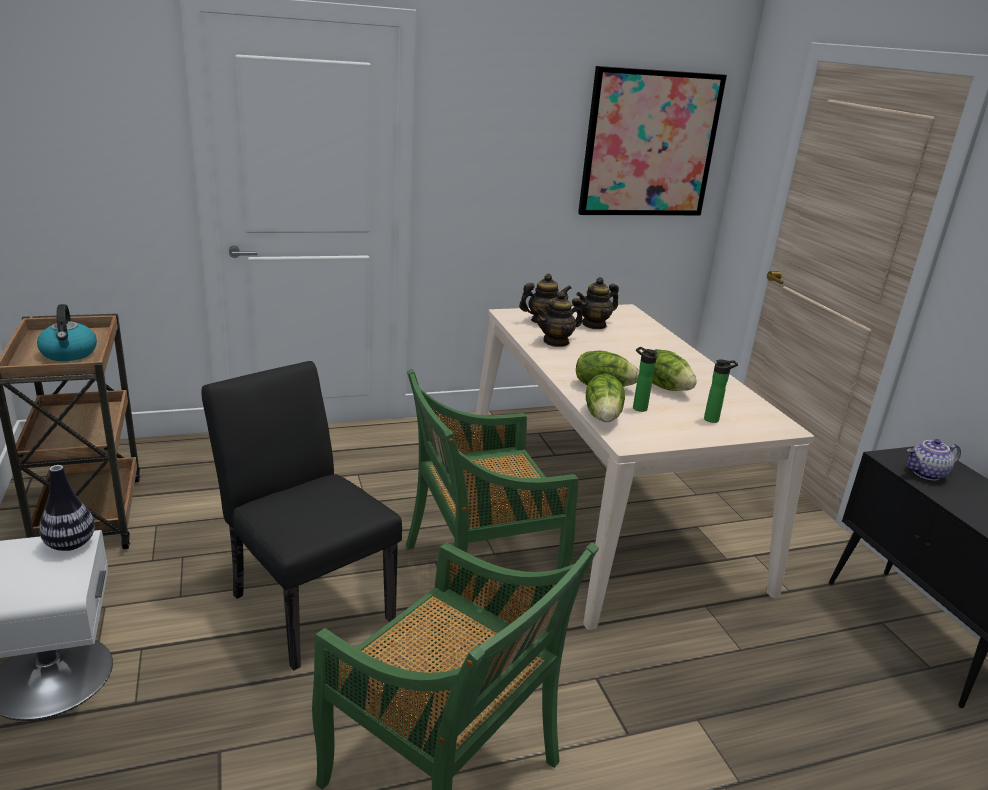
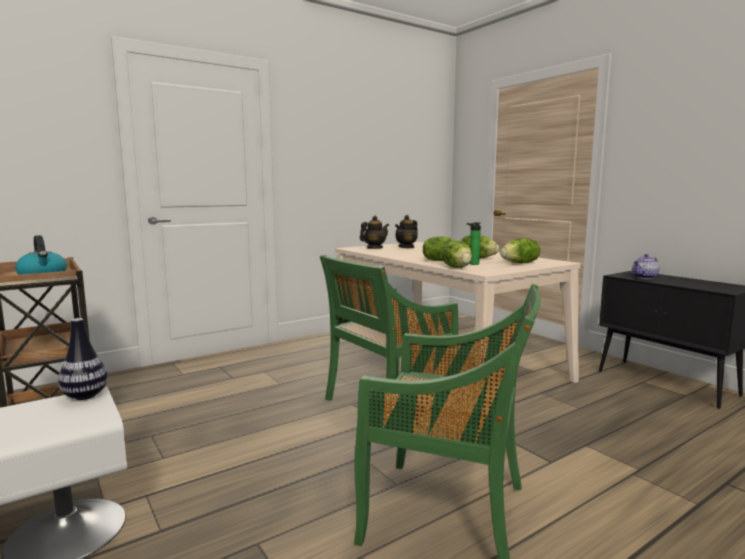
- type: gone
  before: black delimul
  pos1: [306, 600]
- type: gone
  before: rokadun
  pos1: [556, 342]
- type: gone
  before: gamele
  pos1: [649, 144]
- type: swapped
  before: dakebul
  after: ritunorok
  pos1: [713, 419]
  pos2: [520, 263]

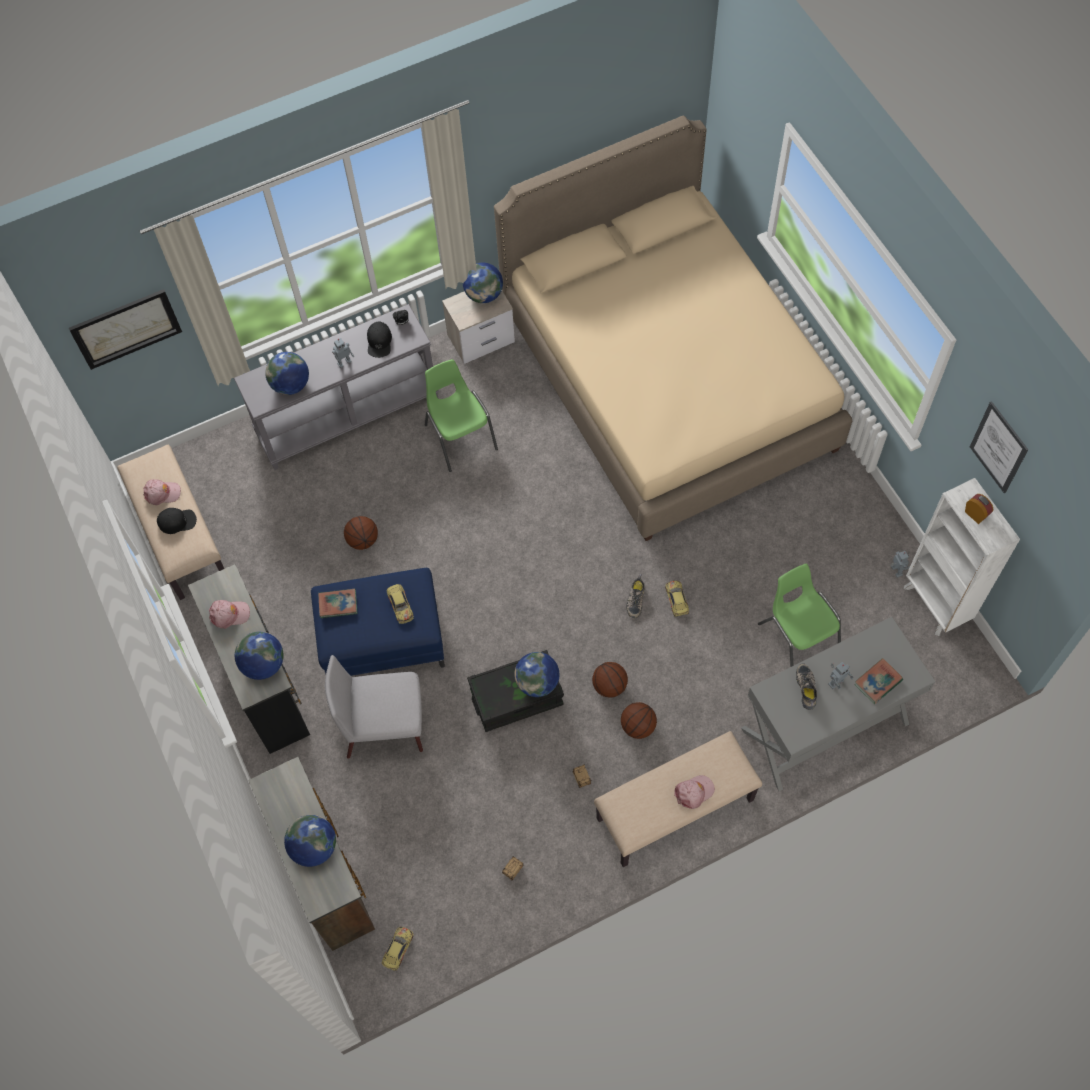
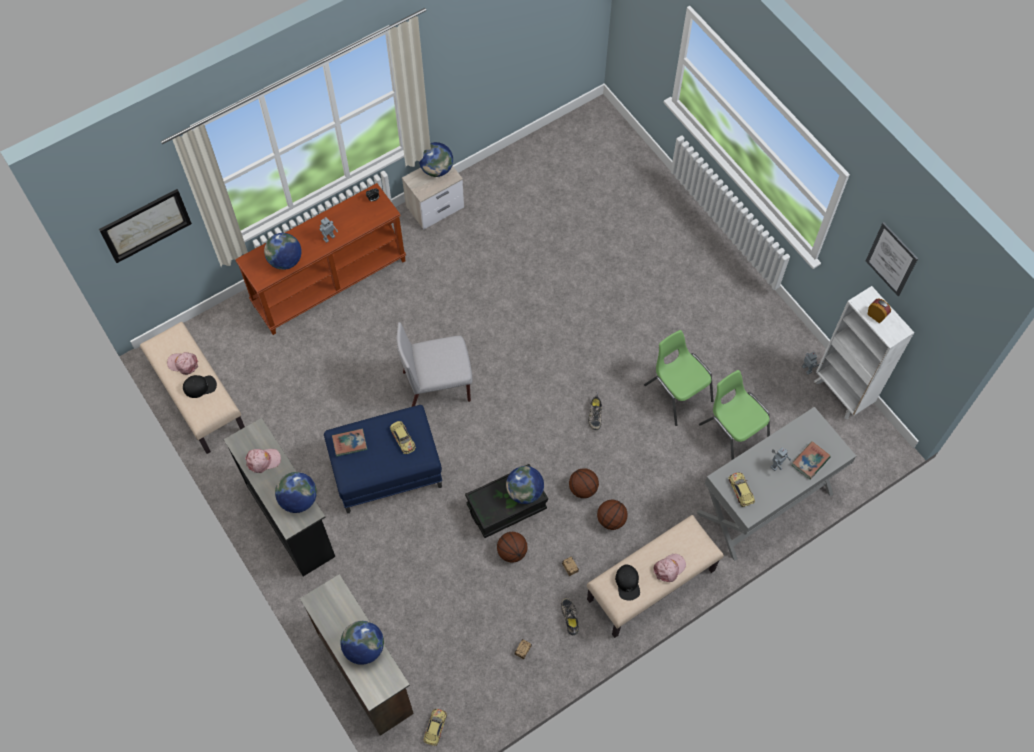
- type: gone
  before: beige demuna
  pos1: [667, 380]
- type: shifted
  before: grey delimul
  pos1: [386, 727]
  pos2: [438, 386]
- type: shifted
  before: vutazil
  pos1: [362, 540]
  pos2: [511, 551]
- type: shifted
  before: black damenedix
  pos1: [379, 342]
  pos2: [627, 583]
- type: shifted
  before: green delimul
  pos1: [460, 436]
  pos2: [677, 392]
- type: shifted
  before: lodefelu
  pos1: [676, 599]
  pos2: [741, 490]
- type: shifted
  before: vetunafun
  pos1: [807, 688]
  pos2: [570, 617]
- type: repainted
  before: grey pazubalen
  after: brown pazubalen
  pos1: [348, 414]
  pos2: [329, 281]
- type: rotated
  before: pink damenedix
  pos1: [162, 493]
  pos2: [183, 364]
  turn: -150

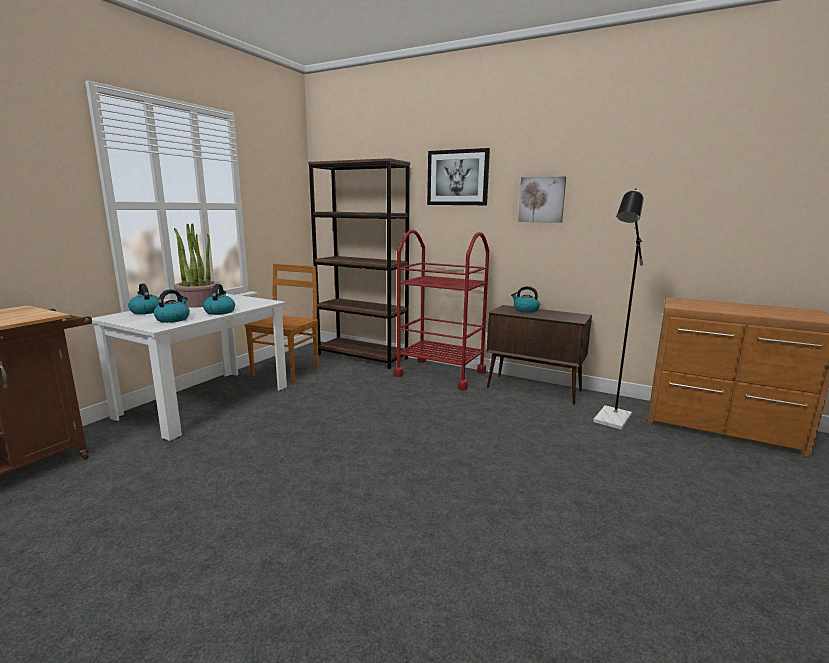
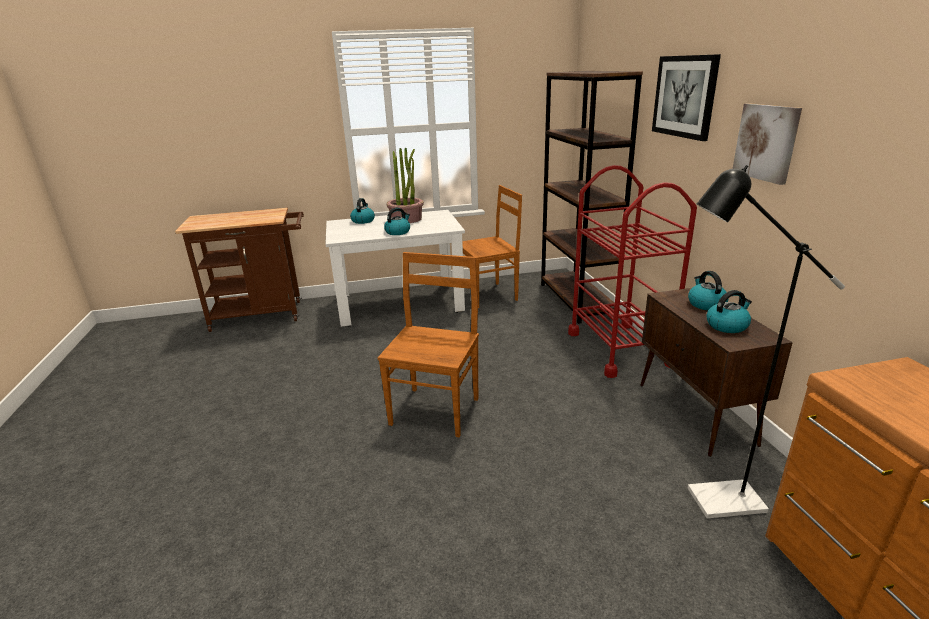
- type: new
  after: brown delimul
  pos2: [436, 410]
- type: shifted
  before: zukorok
  pos1: [173, 319]
  pos2: [727, 325]

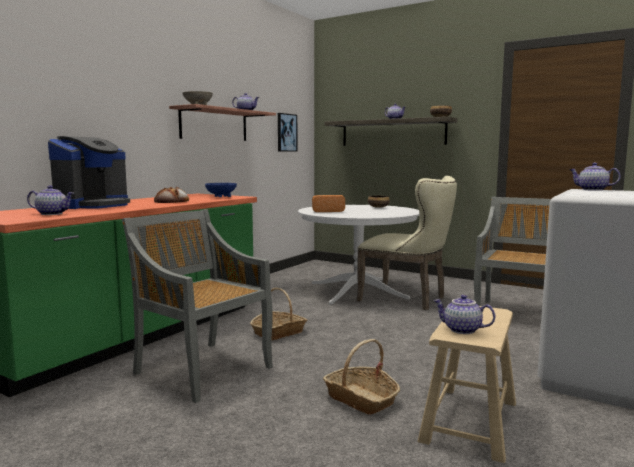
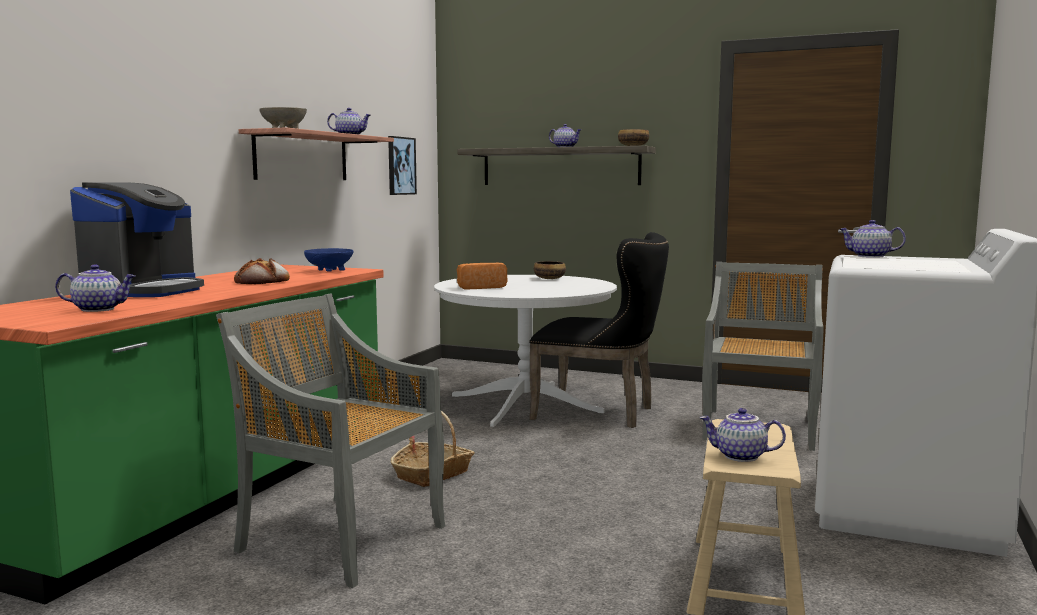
- type: gone
  before: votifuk
  pos1: [361, 399]
- type: repainted
  before: beige delimul
  after: black delimul
  pos1: [408, 299]
  pos2: [601, 413]

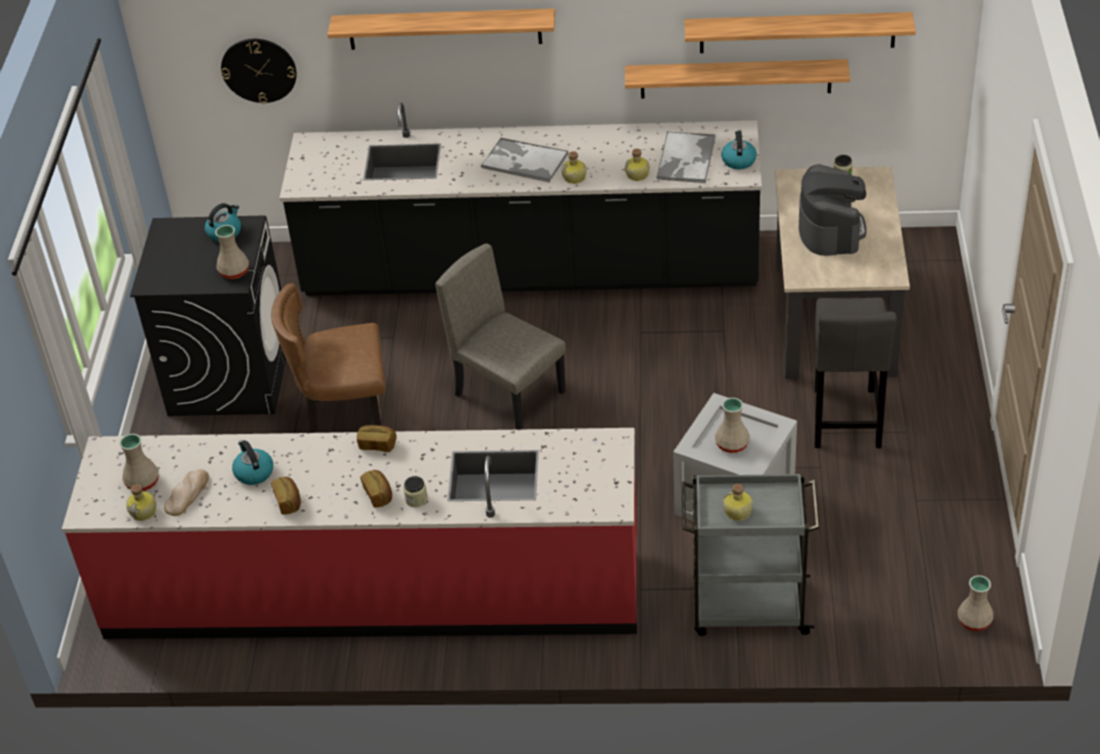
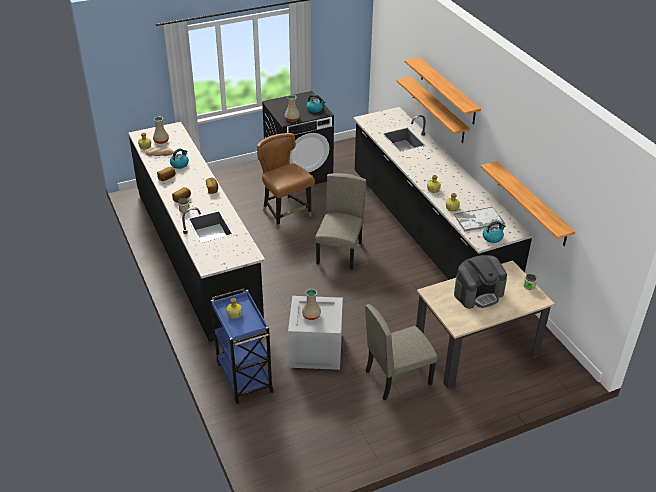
- type: gone
  before: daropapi
  pos1: [259, 70]
- type: gone
  before: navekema
  pos1: [524, 161]
- type: gone
  before: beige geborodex
  pos1: [975, 620]
- type: shifted
  before: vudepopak
  pos1: [797, 32]
  pos2: [438, 110]
- type: swapped
  before: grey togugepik
  after: beige delimul
  pos1: [845, 422]
  pos2: [397, 377]
- type: repainted
  before: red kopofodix
  after: black kopofodix
  pos1: [373, 590]
  pos2: [197, 253]
- type: repainted
  before: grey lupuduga
  after: blue lupuduga
  pos1: [747, 608]
  pos2: [244, 376]

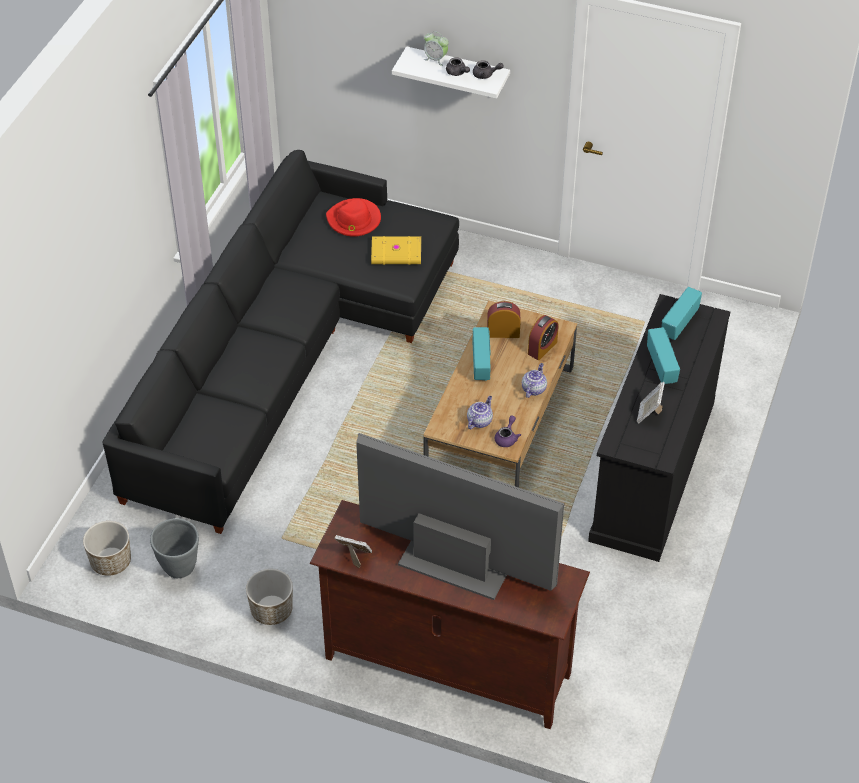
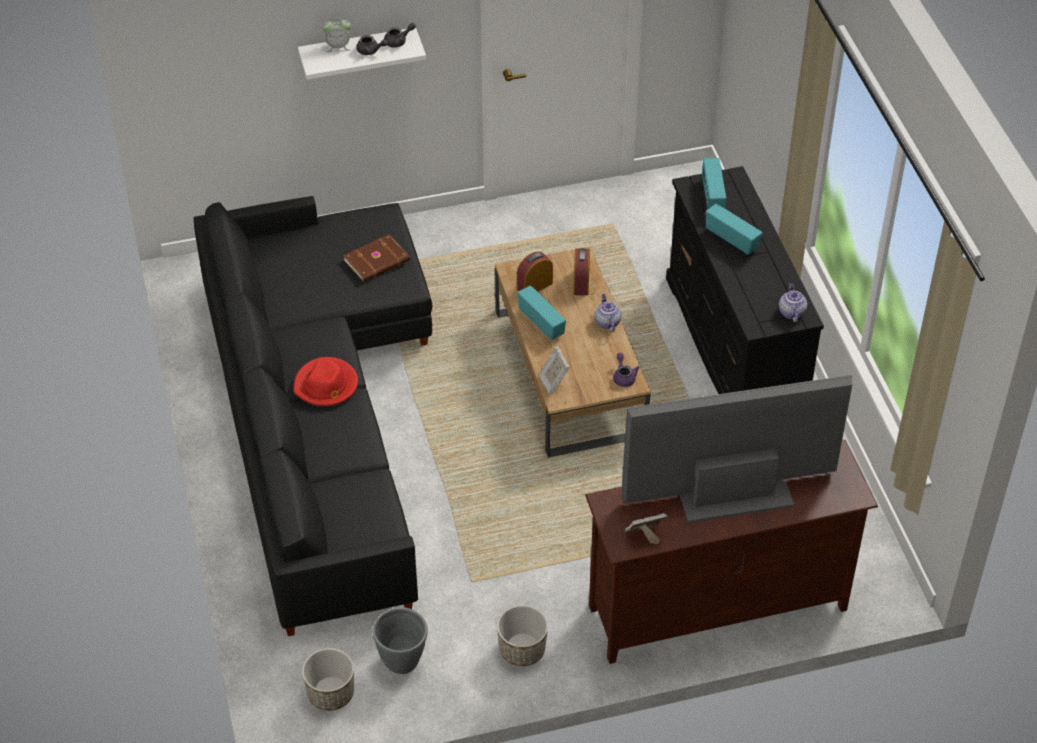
- type: shifted
  before: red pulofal
  pos1: [354, 220]
  pos2: [326, 385]
- type: shifted
  before: rokadun
  pos1: [479, 421]
  pos2: [791, 312]
- type: shifted
  before: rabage
  pos1: [649, 414]
  pos2: [553, 382]
- type: repainted
  before: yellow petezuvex
  after: brown petezuvex
  pos1: [396, 253]
  pos2: [377, 261]

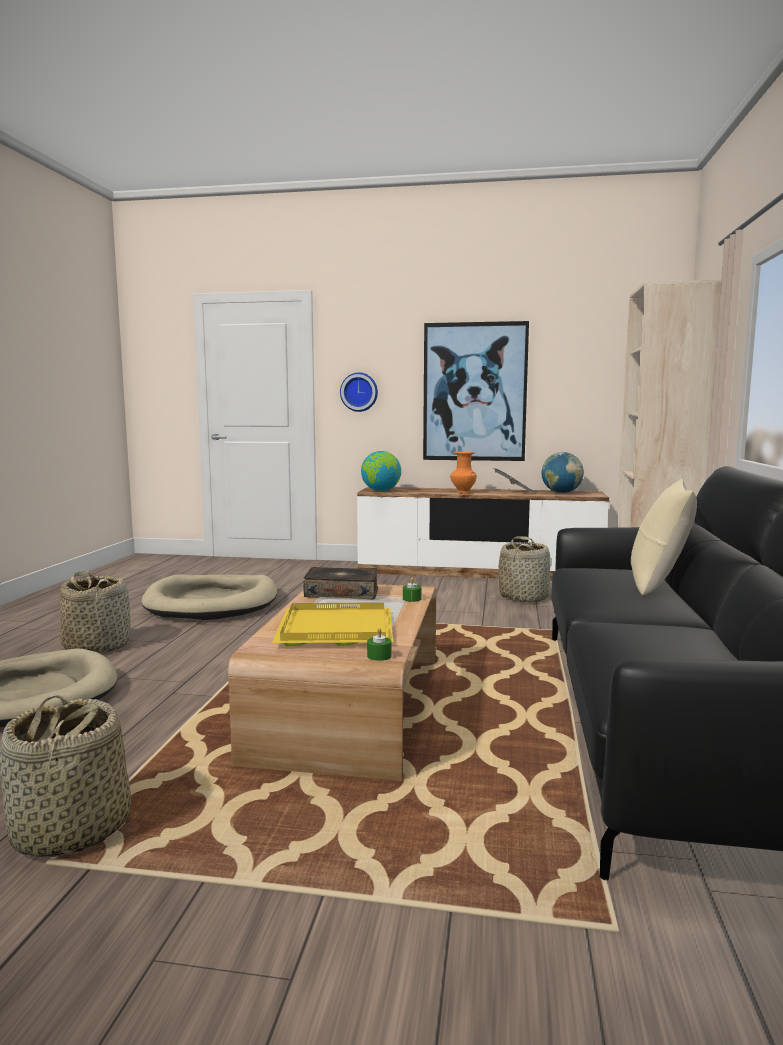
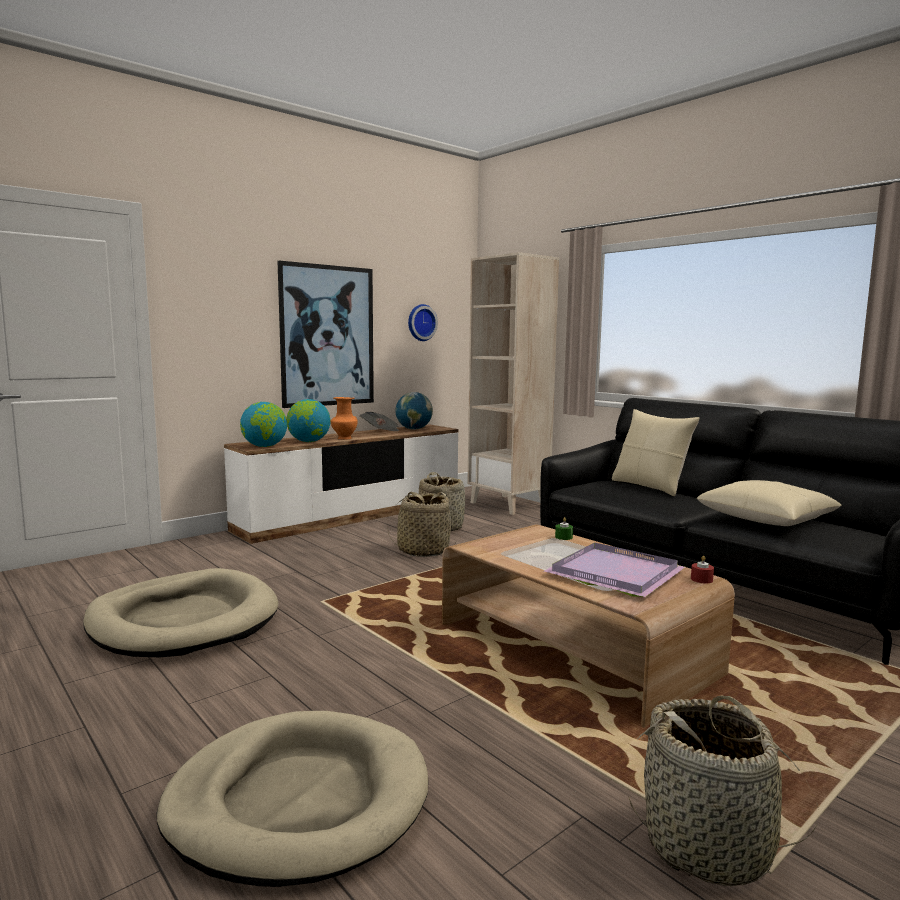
- type: gone
  before: petezuvex
  pos1: [342, 593]
- type: new
  after: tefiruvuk
  pos2: [308, 442]
- type: new
  after: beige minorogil
  pos2: [766, 518]
- type: shifted
  before: votifuk
  pos1: [97, 645]
  pos2: [423, 551]
- type: shifted
  before: daropapi
  pos1: [359, 392]
  pos2: [420, 322]
- type: repainted
  before: yellow navekema
  after: purple navekema
  pos1: [333, 629]
  pos2: [616, 574]
- type: repainted
  before: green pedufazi
  after: red pedufazi
  pos1: [379, 656]
  pos2: [701, 579]

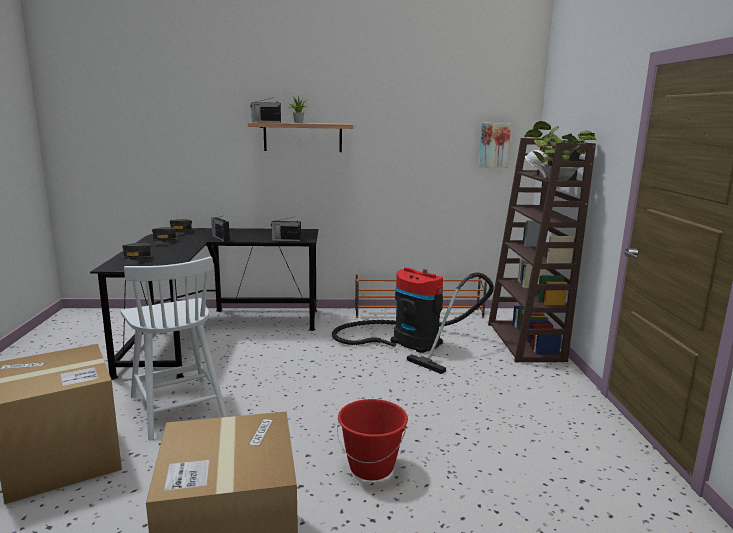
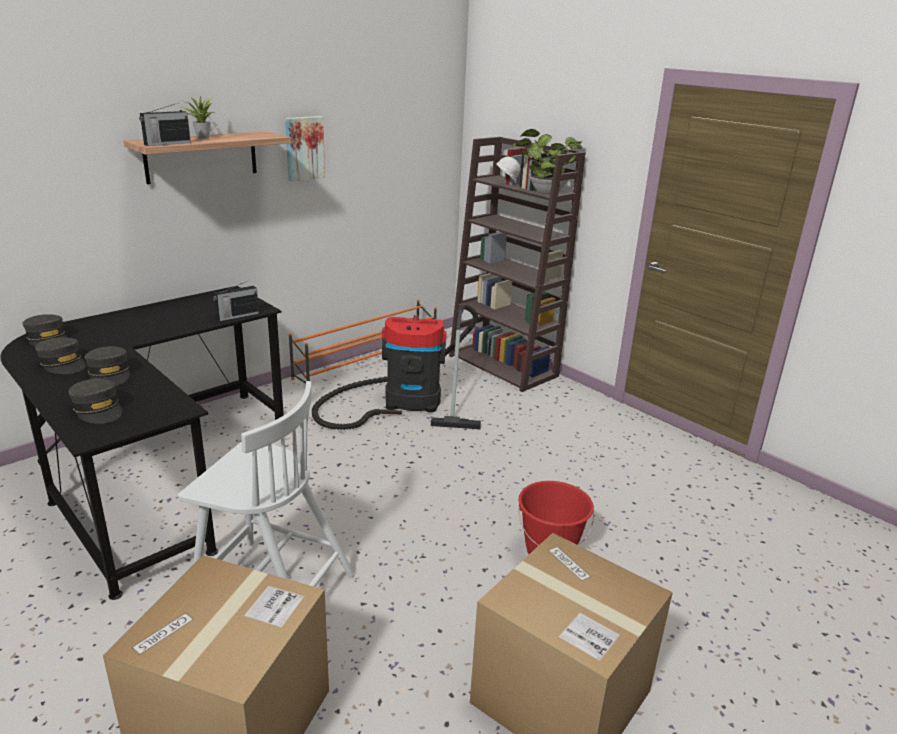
- type: gone
  before: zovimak
  pos1: [220, 238]
- type: new
  after: grey damenedix
  pos2: [110, 374]
- type: shifted
  before: gamele
  pos1: [494, 145]
  pos2: [304, 148]

